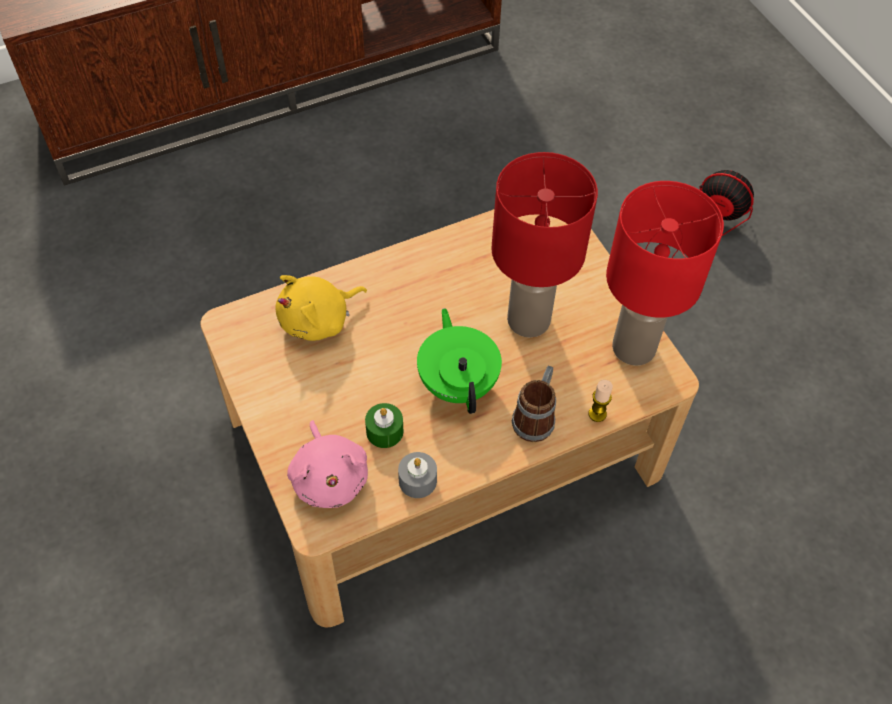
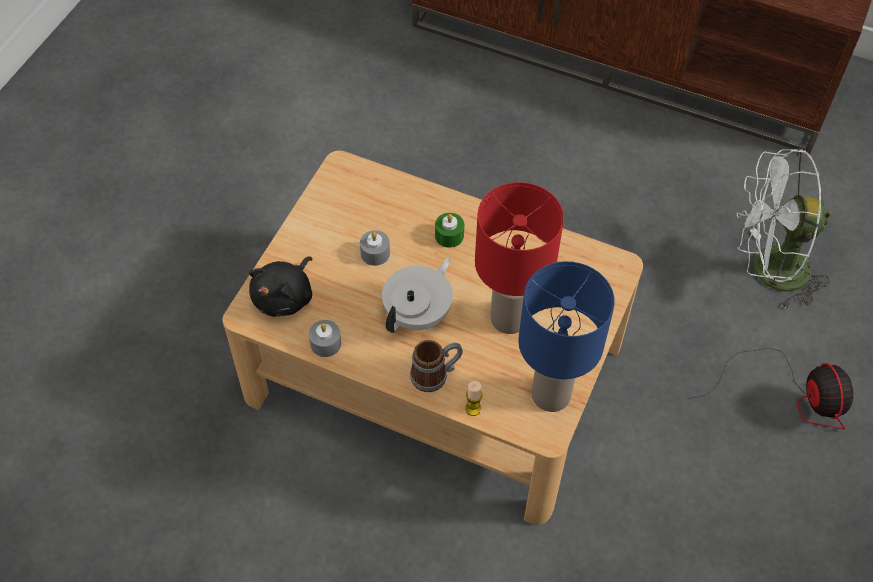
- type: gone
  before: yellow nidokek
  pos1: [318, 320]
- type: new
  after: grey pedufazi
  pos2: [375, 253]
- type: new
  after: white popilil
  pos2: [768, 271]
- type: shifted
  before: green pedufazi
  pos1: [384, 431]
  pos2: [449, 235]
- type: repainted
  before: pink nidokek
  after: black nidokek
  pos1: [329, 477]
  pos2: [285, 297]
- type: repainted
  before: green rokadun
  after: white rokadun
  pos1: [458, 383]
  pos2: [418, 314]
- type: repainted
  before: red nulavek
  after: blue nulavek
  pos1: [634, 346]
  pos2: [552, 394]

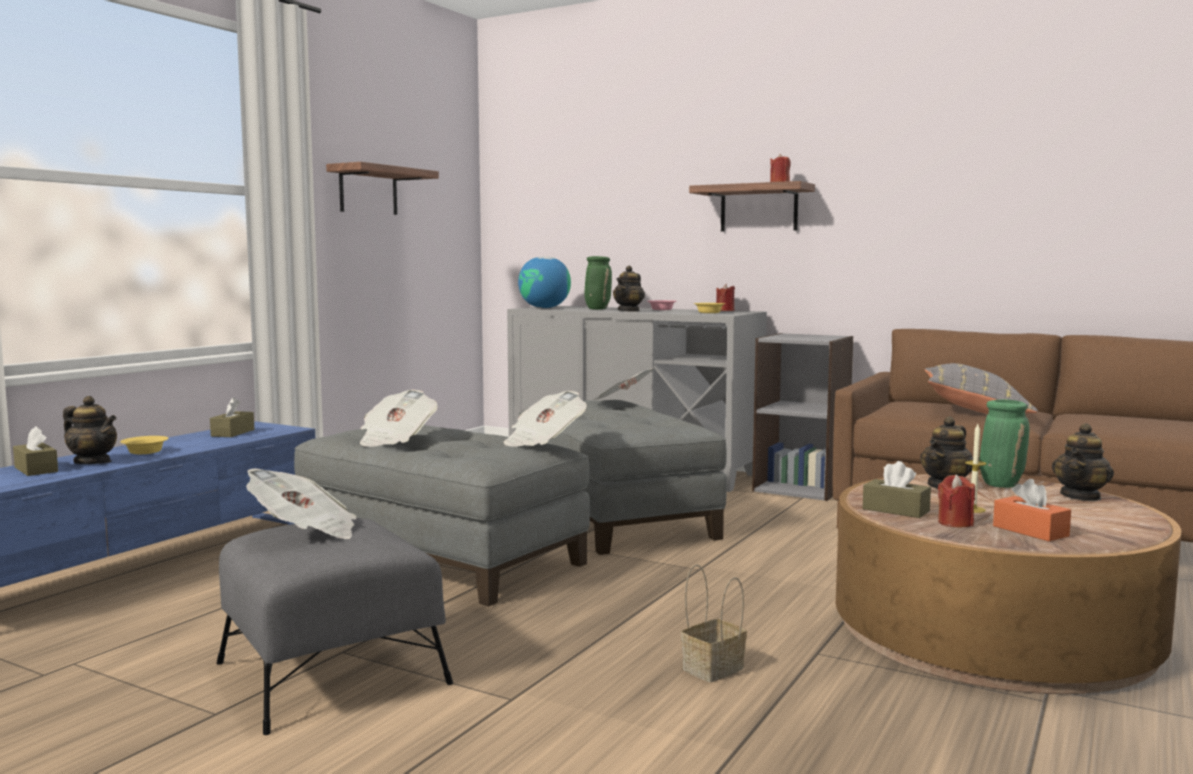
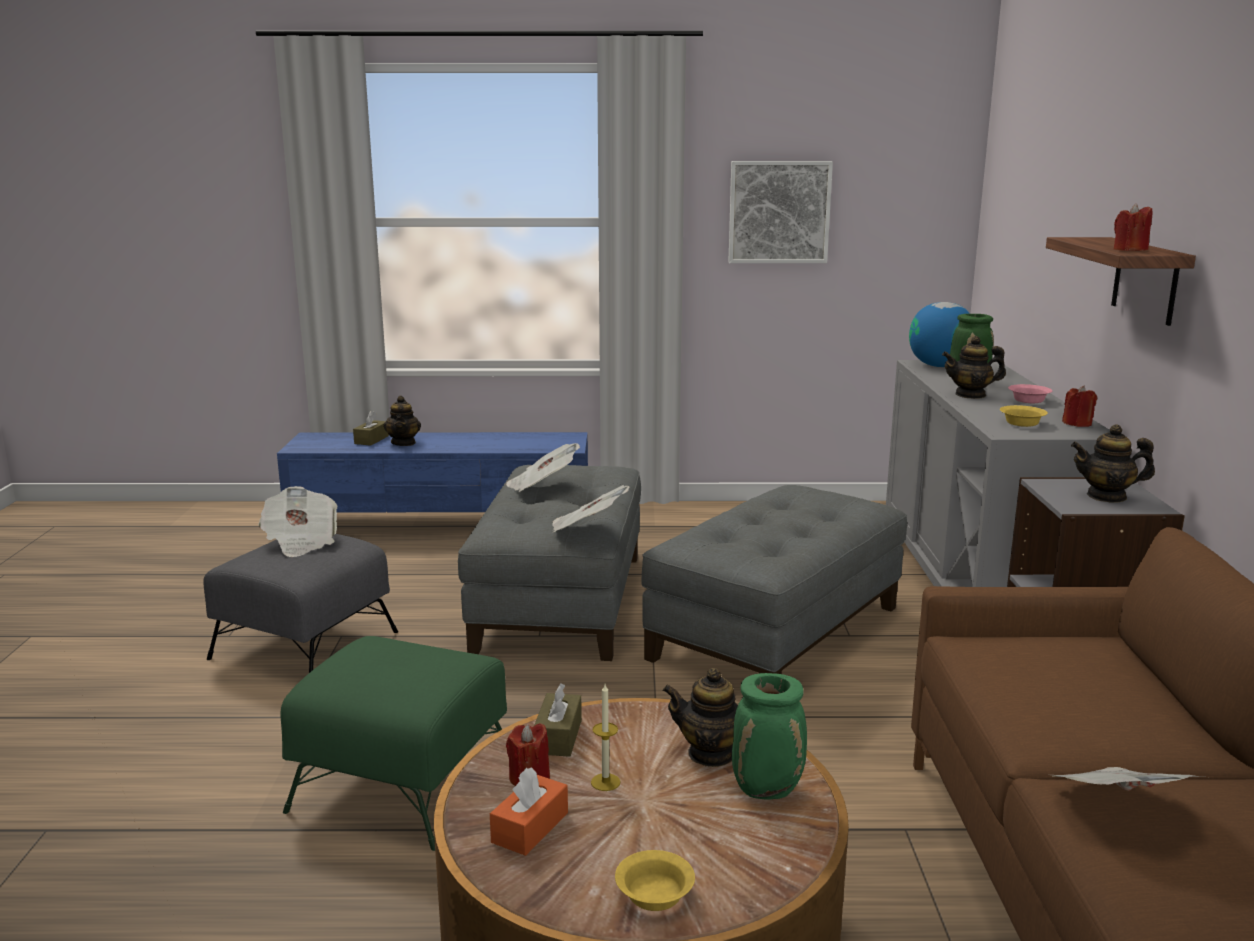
- type: gone
  before: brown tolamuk
  pos1: [233, 433]
- type: gone
  before: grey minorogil
  pos1: [975, 411]
- type: shifted
  before: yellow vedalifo
  pos1: [145, 452]
  pos2: [655, 893]
- type: shifted
  before: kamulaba
  pos1: [623, 401]
  pos2: [1119, 809]
- type: shifted
  before: rokadun
  pos1: [1081, 496]
  pos2: [1107, 496]
- type: swapped
  before: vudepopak
  after: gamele
  pos1: [368, 191]
  pos2: [779, 212]
- type: swapped
  before: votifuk
  after: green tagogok
  pos1: [713, 668]
  pos2: [404, 783]

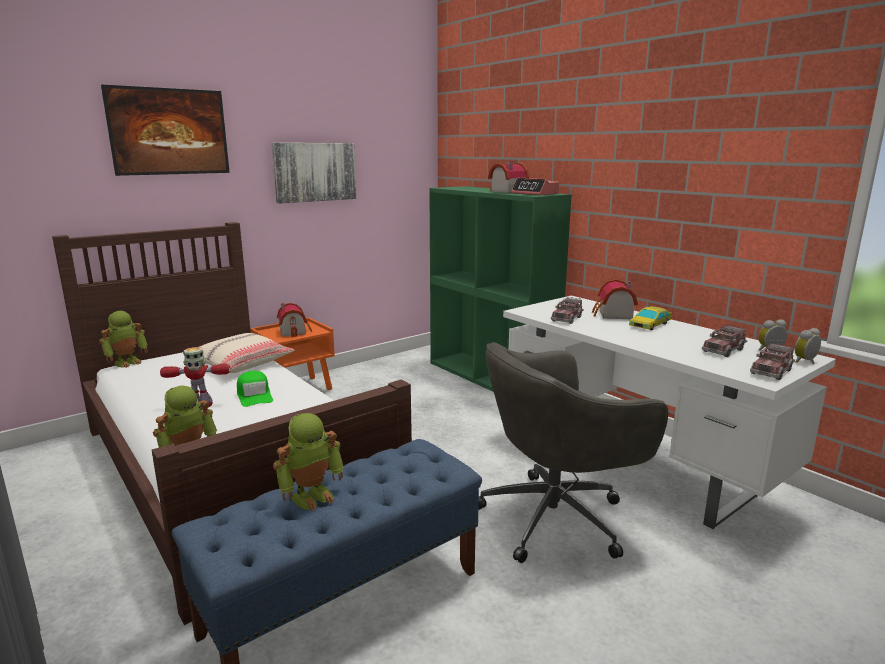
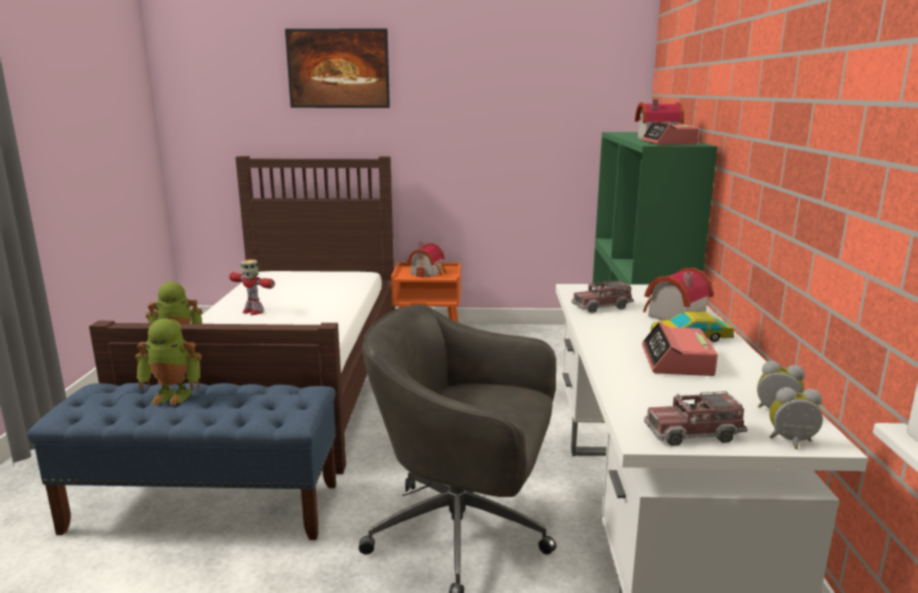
- type: gone
  before: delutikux
  pos1: [127, 362]
- type: gone
  before: beige minorogil
  pos1: [240, 363]
- type: gone
  before: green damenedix
  pos1: [254, 395]
- type: gone
  before: gamele
  pos1: [315, 172]
- type: gone
  before: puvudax
  pos1: [723, 350]
- type: new
  after: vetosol
  pos2: [677, 361]

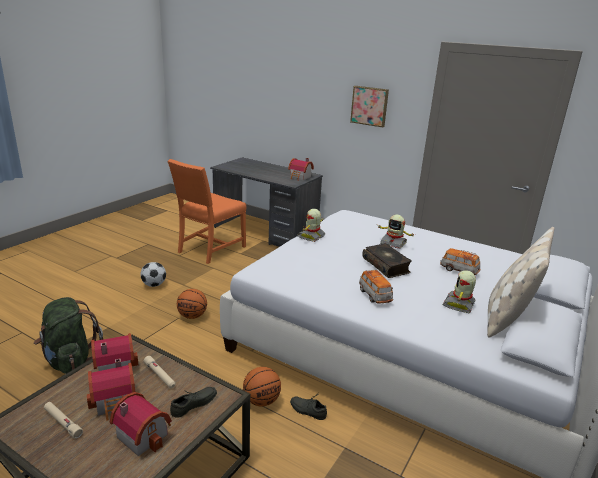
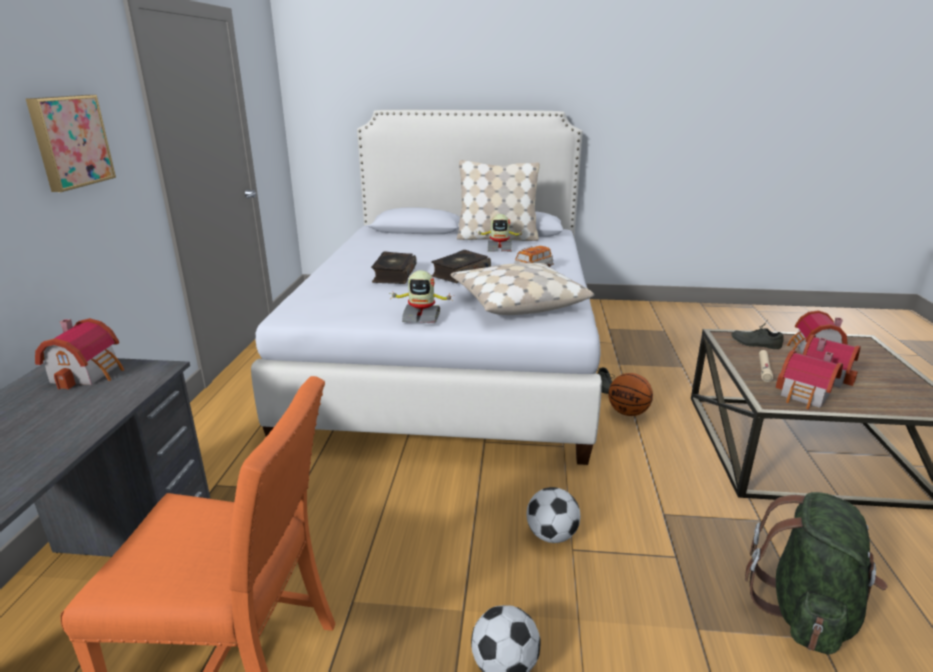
- type: gone
  before: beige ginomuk
  pos1: [62, 422]
- type: gone
  before: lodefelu
  pos1: [458, 270]
- type: new
  after: beige minorogil
  pos2: [517, 301]
- type: swapped
  before: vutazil
  after: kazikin
  pos1: [192, 316]
  pos2: [551, 535]
- type: swapped
  before: delutikux
  after: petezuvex
  pos1: [393, 243]
  pos2: [393, 275]

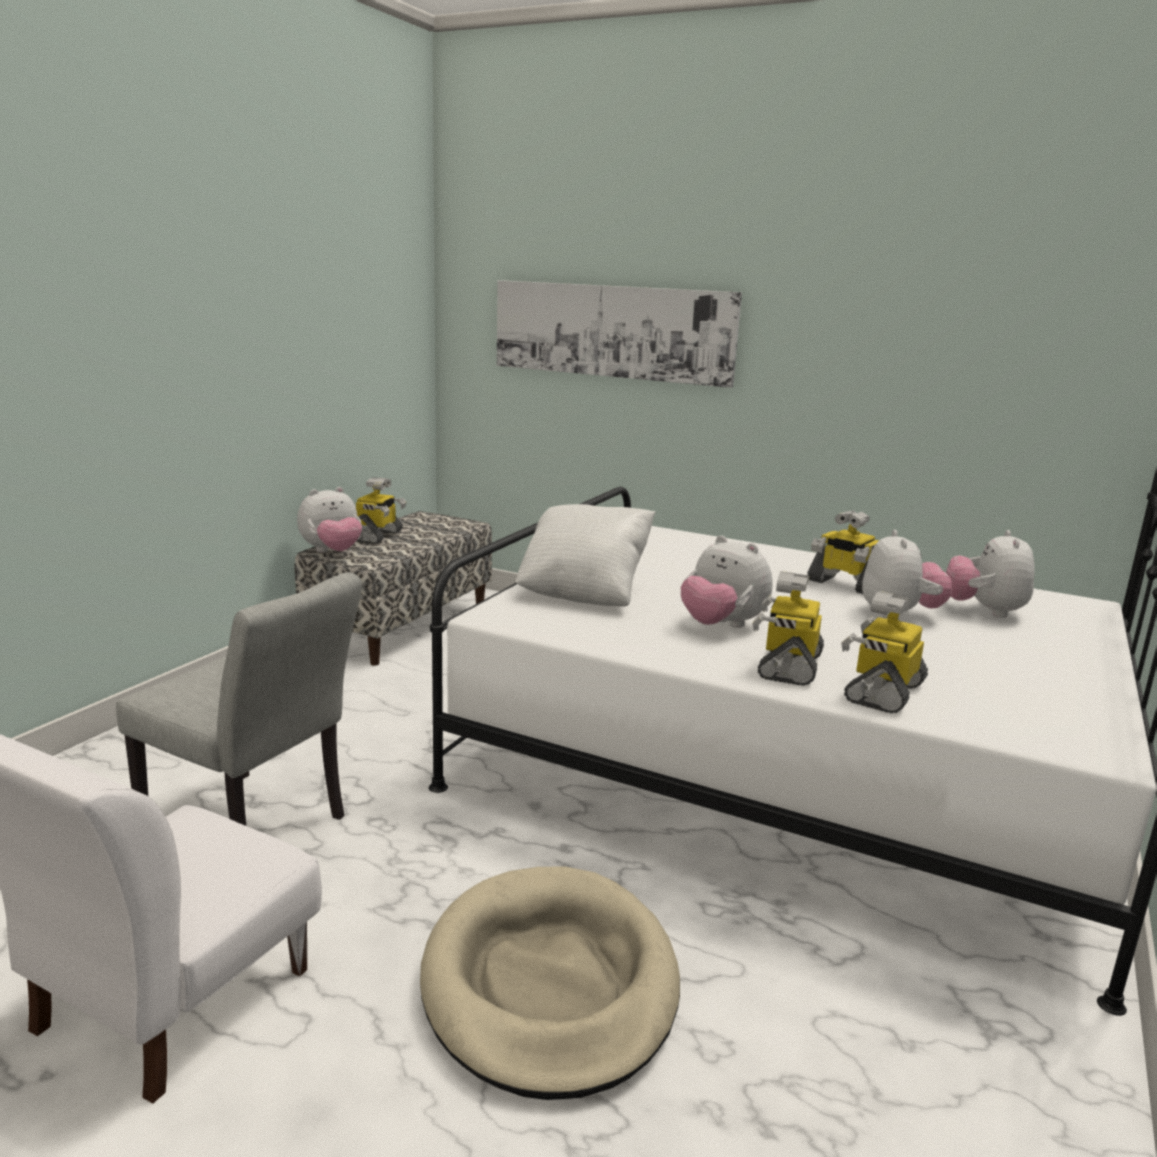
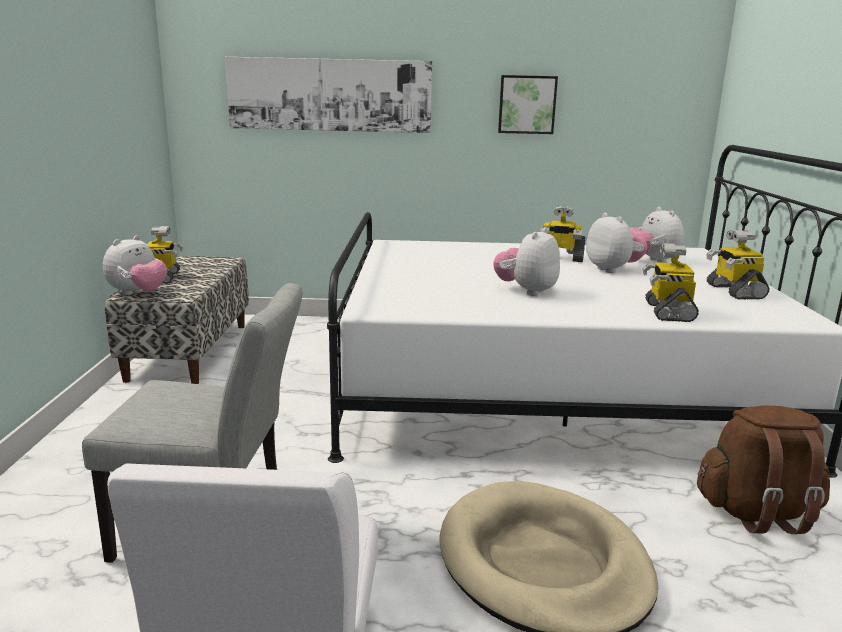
- type: gone
  before: white minorogil
  pos1: [584, 592]
- type: new
  after: gamele
  pos2: [527, 104]
- type: new
  after: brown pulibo
  pos2: [757, 513]
- type: shifted
  before: delutikux
  pos1: [788, 666]
  pos2: [733, 291]
- type: rotated
  before: nidokek
  pos1: [721, 625]
  pos2: [526, 291]
  turn: 105

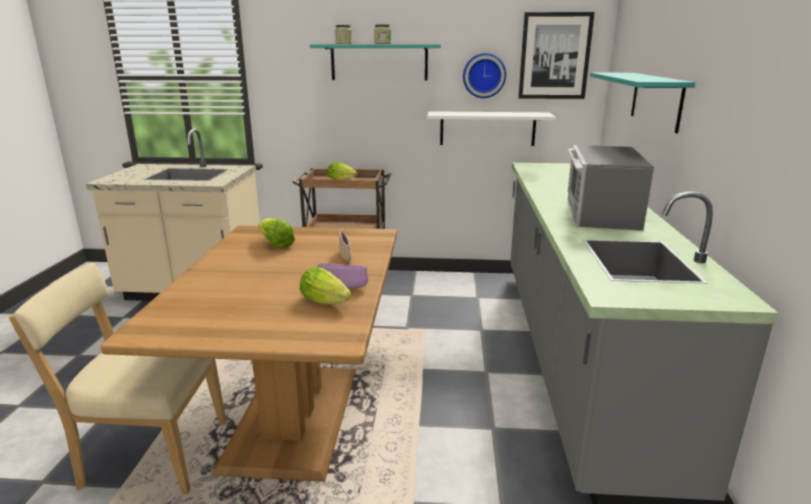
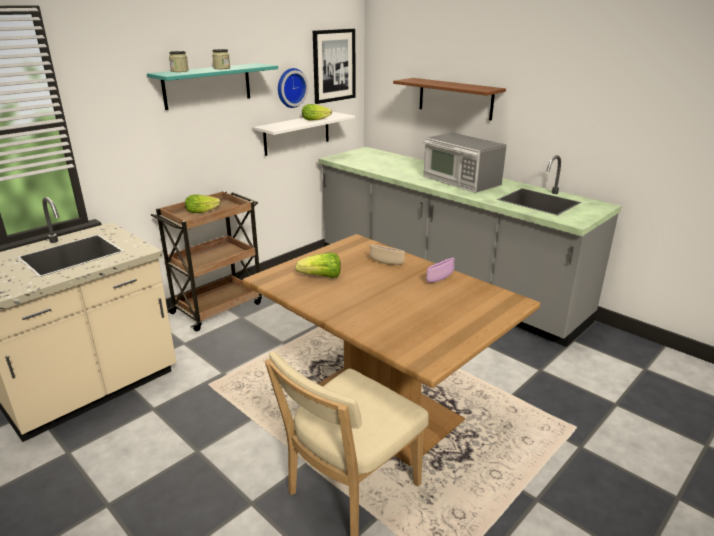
- type: shifted
  before: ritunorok
  pos1: [327, 302]
  pos2: [317, 119]
- type: repainted
  before: turquoise vudepopak
  after: brown vudepopak
  pos1: [656, 100]
  pos2: [455, 98]

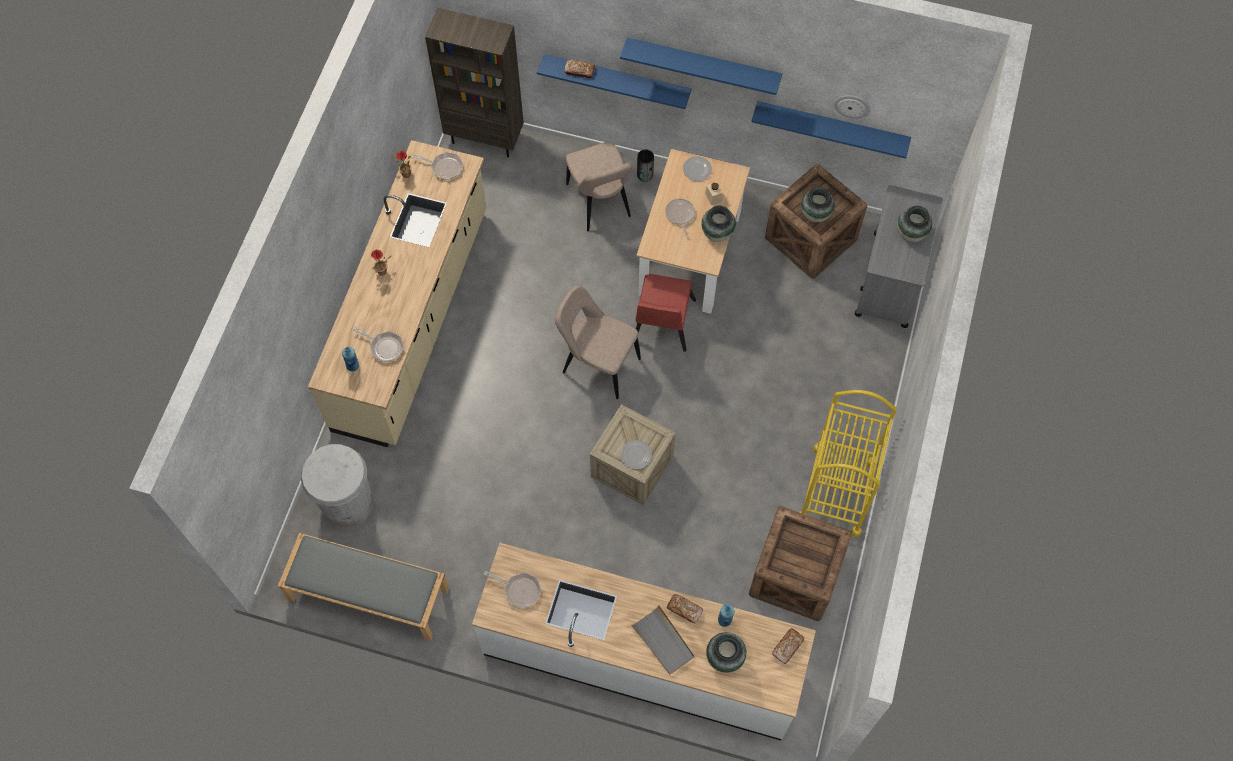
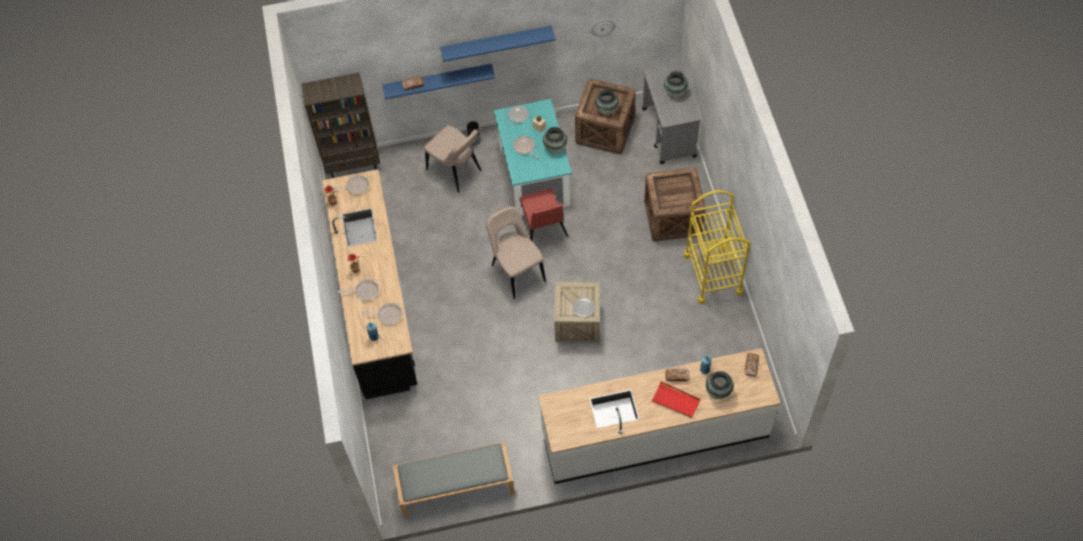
- type: gone
  before: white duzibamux
  pos1: [347, 502]
- type: gone
  before: blue vudepopak
  pos1: [831, 127]
- type: shifted
  before: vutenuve
  pos1: [519, 590]
  pos2: [364, 292]
- type: shifted
  before: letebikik
  pos1: [794, 574]
  pos2: [672, 217]
- type: repainted
  before: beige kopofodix
  after: black kopofodix
  pos1: [413, 319]
  pos2: [377, 302]
- type: repainted
  before: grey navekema
  after: red navekema
  pos1: [663, 641]
  pos2: [675, 401]
- type: repainted
  before: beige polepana
  after: turquoise polepana
  pos1: [690, 254]
  pos2: [534, 176]
- type: rotated
  before: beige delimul
  pos1: [597, 364]
  pos2: [517, 271]
  turn: 60

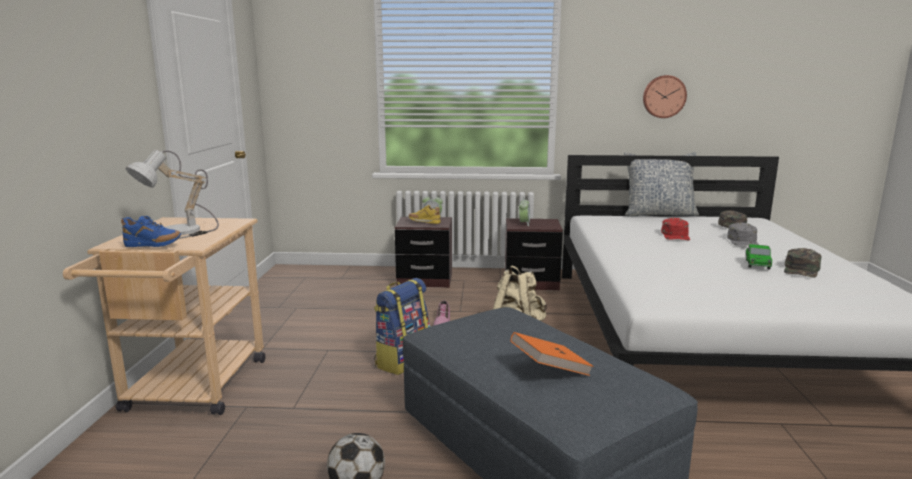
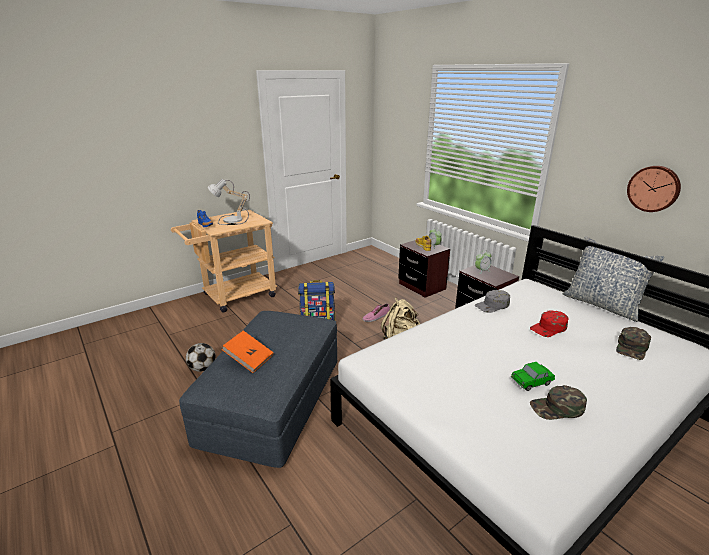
- type: shifted
  before: grey damenedix
  pos1: [743, 241]
  pos2: [492, 305]

